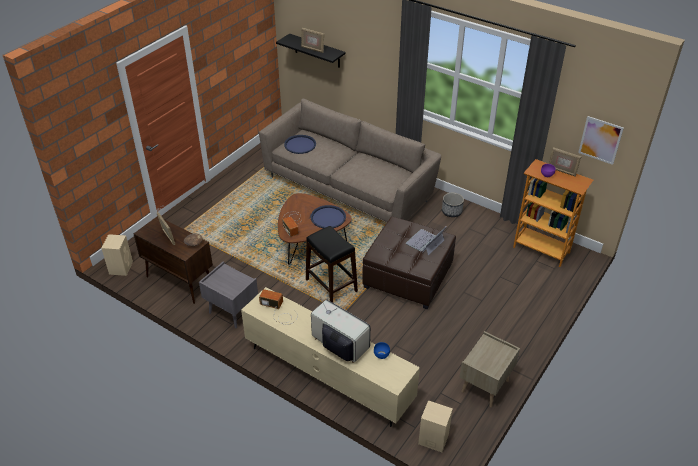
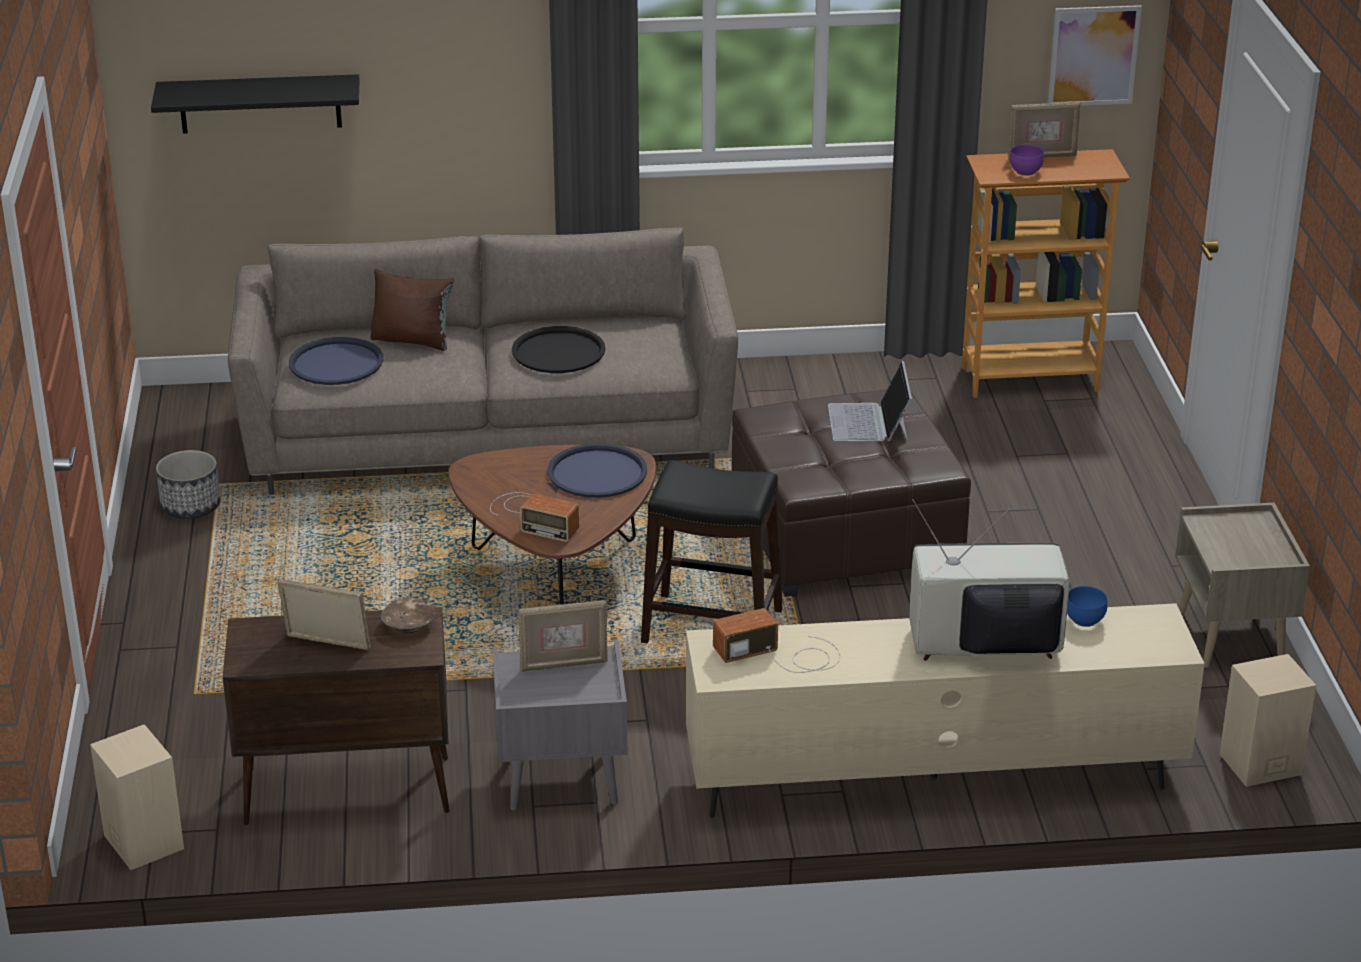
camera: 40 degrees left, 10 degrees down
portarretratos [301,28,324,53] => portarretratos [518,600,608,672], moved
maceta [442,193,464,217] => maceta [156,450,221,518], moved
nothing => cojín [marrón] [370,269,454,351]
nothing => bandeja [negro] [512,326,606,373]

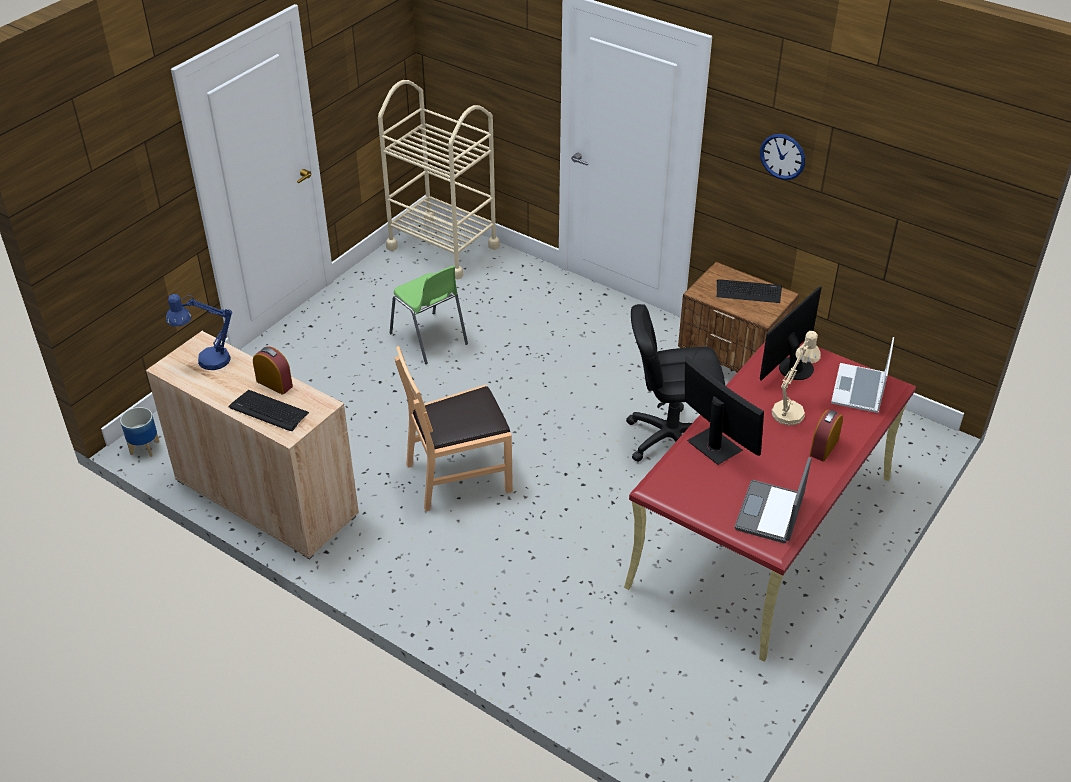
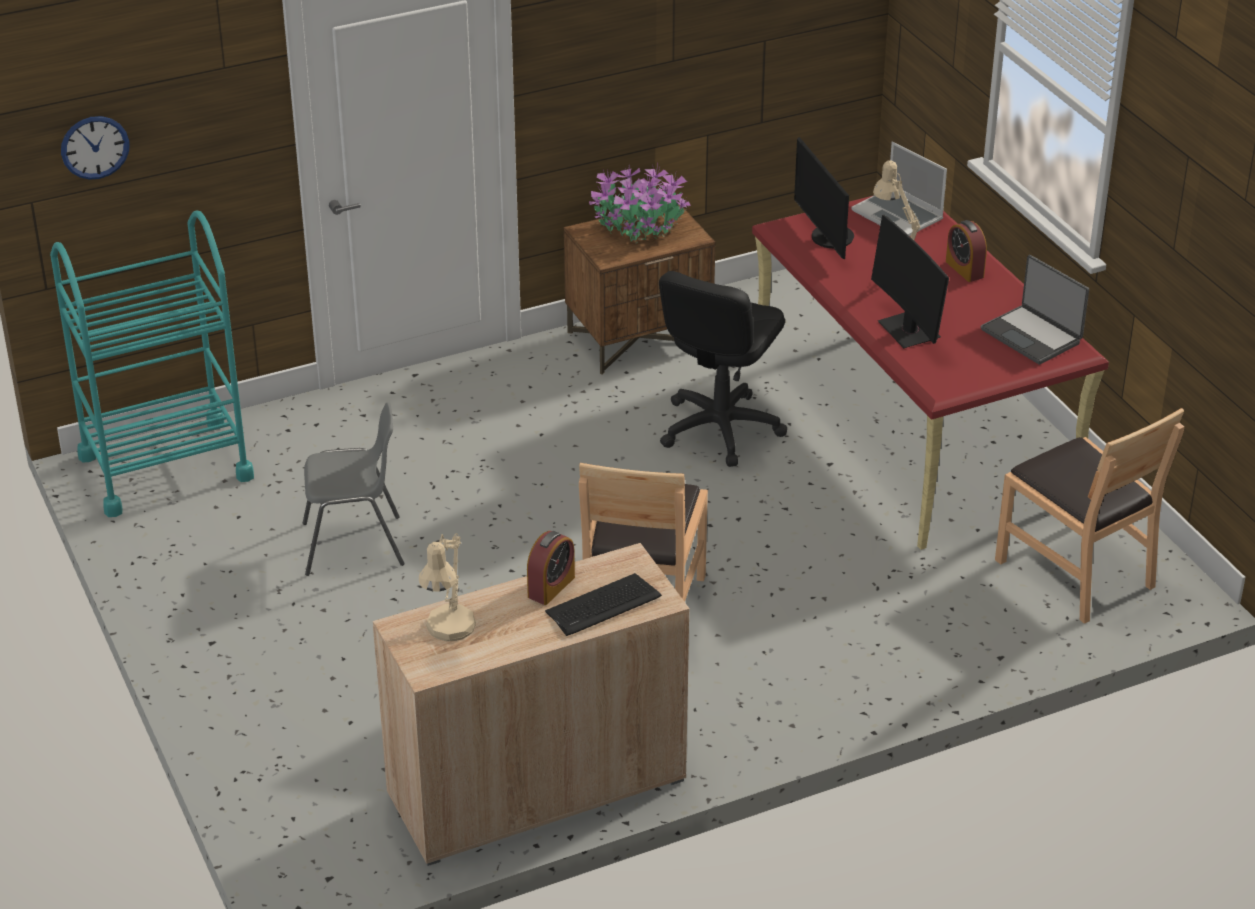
camera: 60 degrees left, 5 degrees down
carrito [beis] [378,80,500,279] => carrito [turquesa] [50,210,254,517]
reloj de pared [760,134,805,180] => reloj de pared [61,116,130,180], moved
silla [verde] [390,266,468,364] => silla [gris] [303,403,405,576]
teclado [717,280,782,303] => planta en maceta [589,164,690,243]
lámpara de mesa [azul] [166,294,232,370] => lámpara de mesa [beis] [419,533,476,641]
despertador [253,346,293,395] => despertador [527,531,575,605], 150 degrees clockwise
monitor [685,356,764,465] => monitor [871,215,949,348], 105 degrees counterclockwise
maceta [120,407,159,457] => nothing
nothing => silla [marrón] [995,408,1184,624]

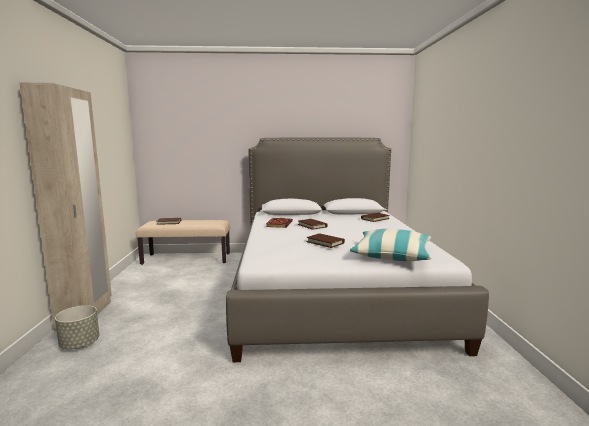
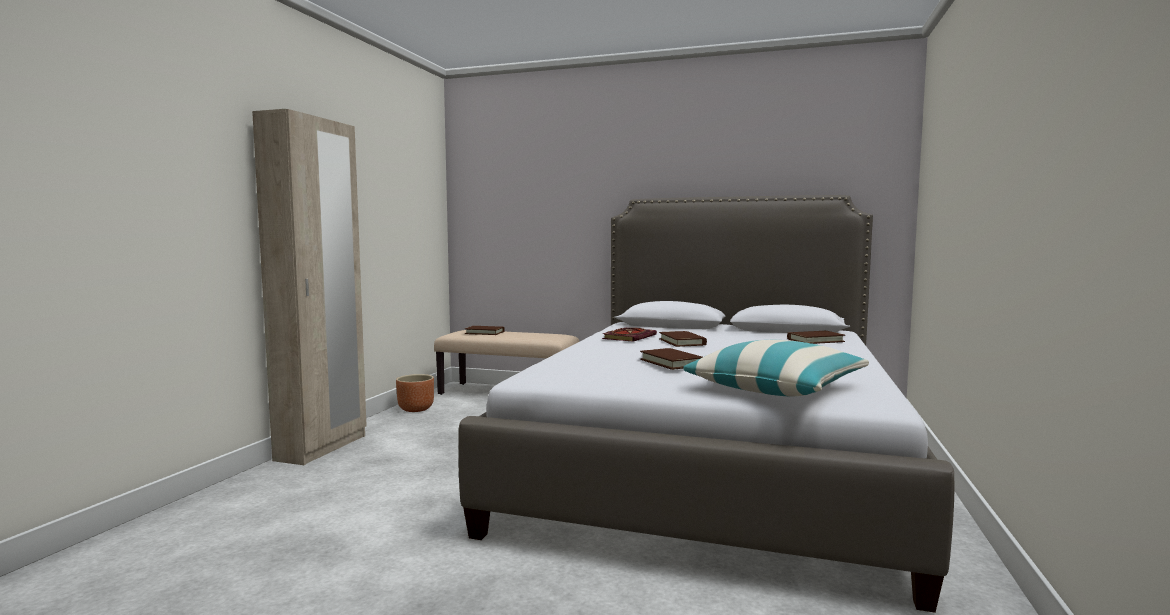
camera: 20 degrees right, 5 degrees down
maceta [gris] [55,305,99,349] => nothing
nothing => maceta [marrón] [396,374,434,412]

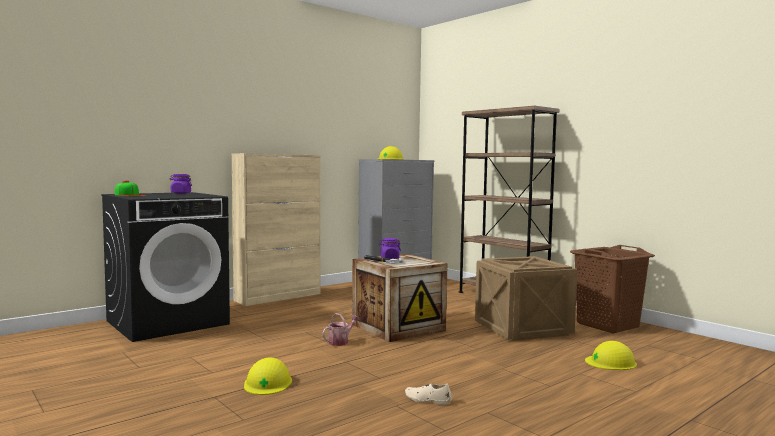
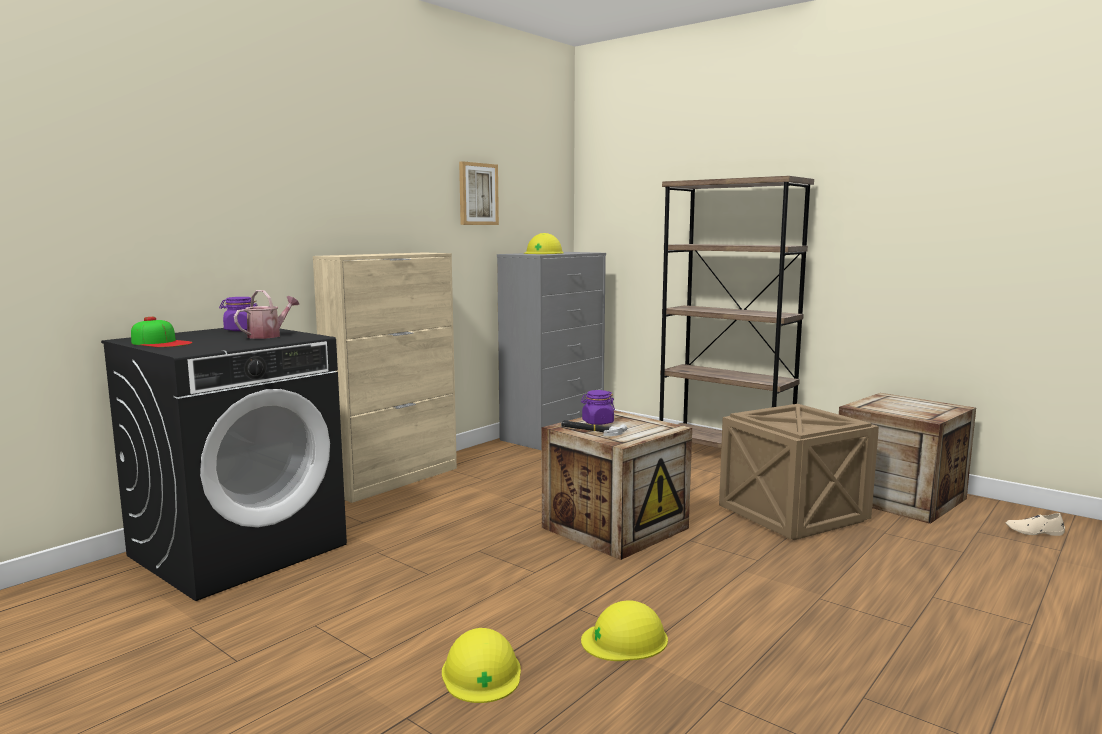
camera: 10 degrees left, 5 degrees up
cesto de la ropa [marrón] [570,245,655,333] => caja de embalaje [839,393,976,524]
regadera [322,313,360,346] => regadera [234,290,299,339], moved
casco [amarillo] [585,341,637,370] => casco [amarillo] [581,600,668,661], moved
zapato [beis] [405,384,452,405] => zapato [beis] [1006,513,1065,536], moved
nothing => cuadro [459,161,499,225]

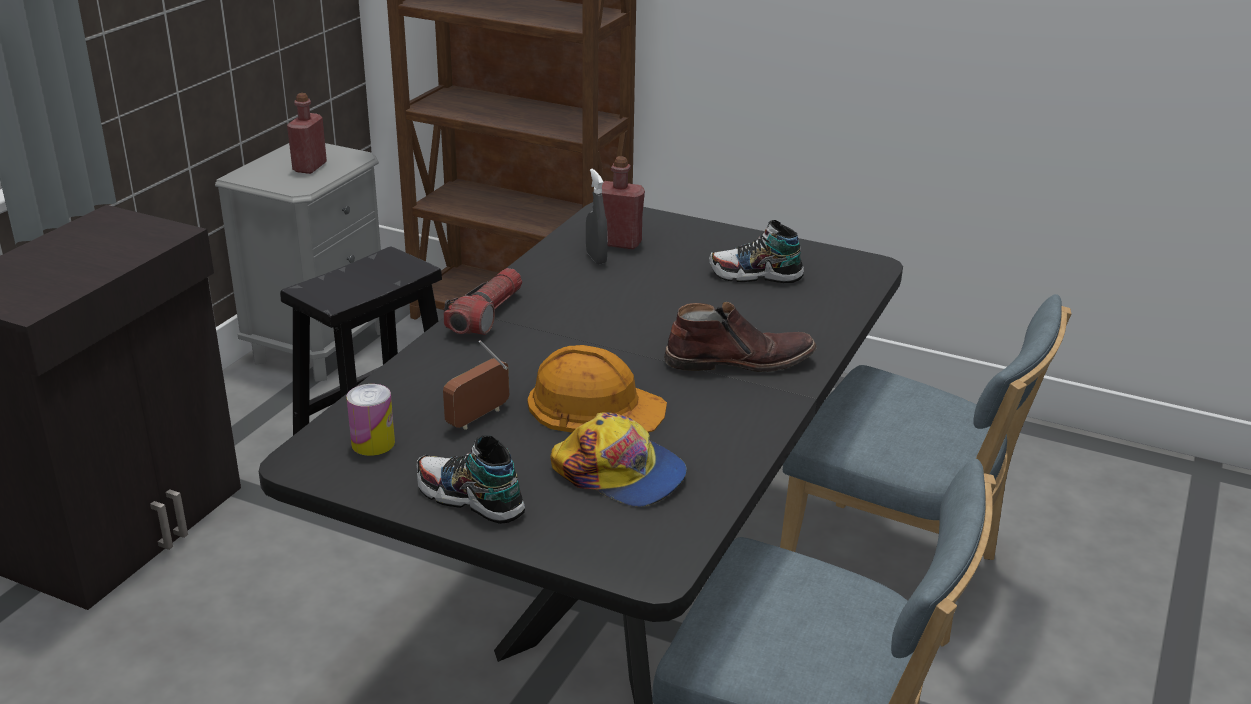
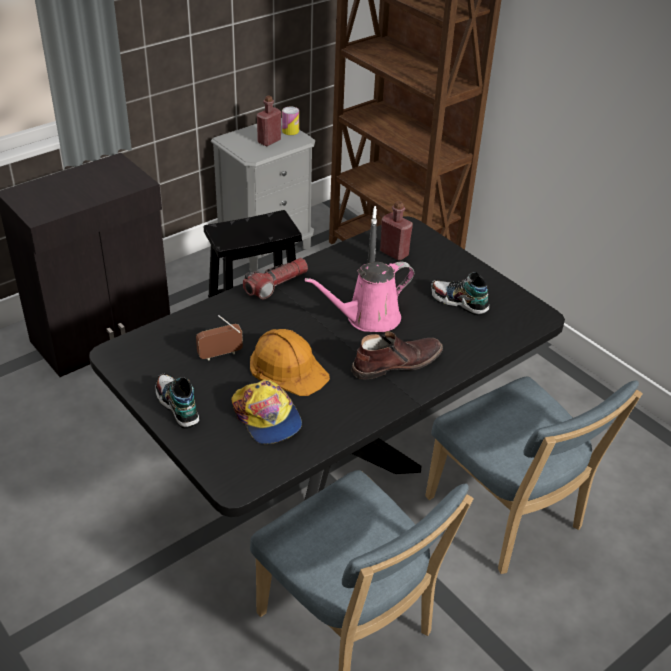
camera: 25 degrees right, 10 degrees up
bota [marrón] [664,302,817,372] => bota [marrón] [351,331,443,379], 45 degrees counterclockwise
lata [346,384,395,456] => lata [282,107,299,135], moved
nothing => regadera [rosa] [305,262,414,332]

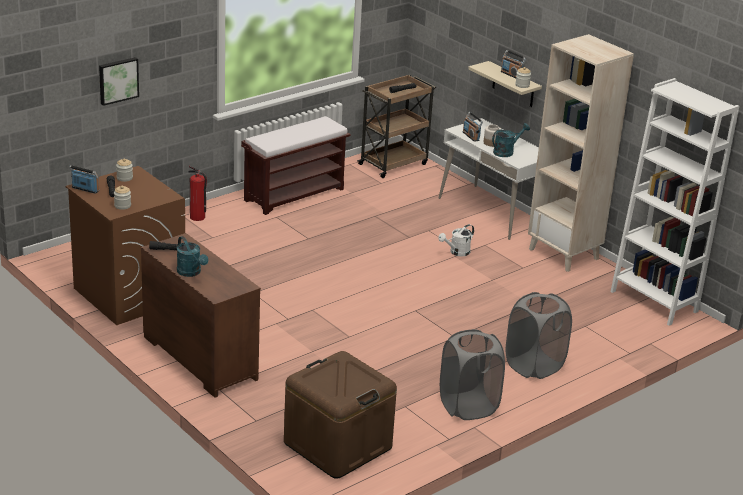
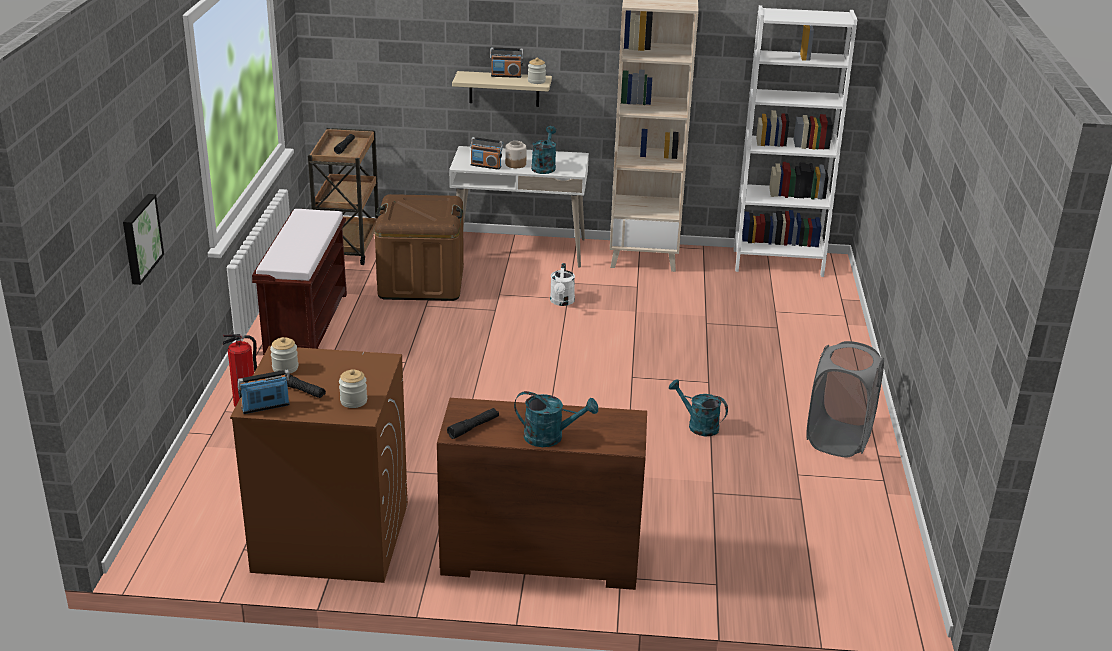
camera: 45 degrees left, 0 degrees up
cesto de la ropa [gris] [506,292,572,379] => nothing
caja de almacenaje [marrón] [284,351,397,479] => caja de almacenaje [marrón] [375,194,464,301], moved
nothing => regadera [turquesa] [669,379,728,436]

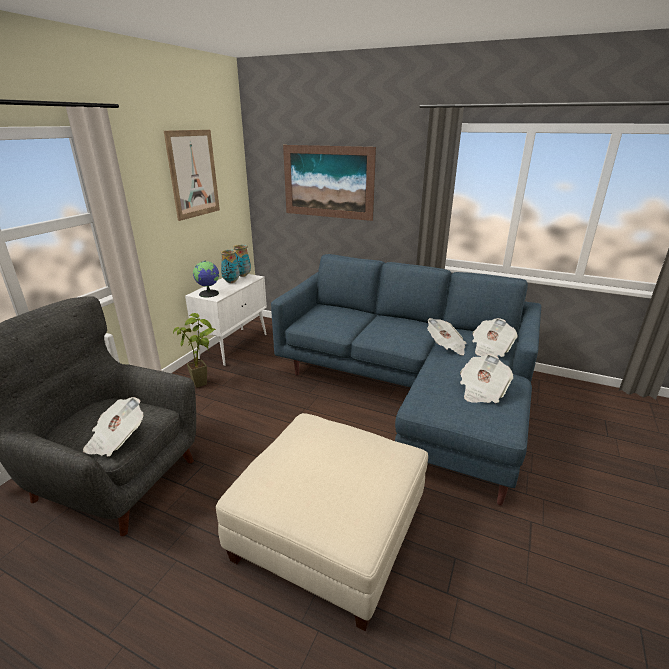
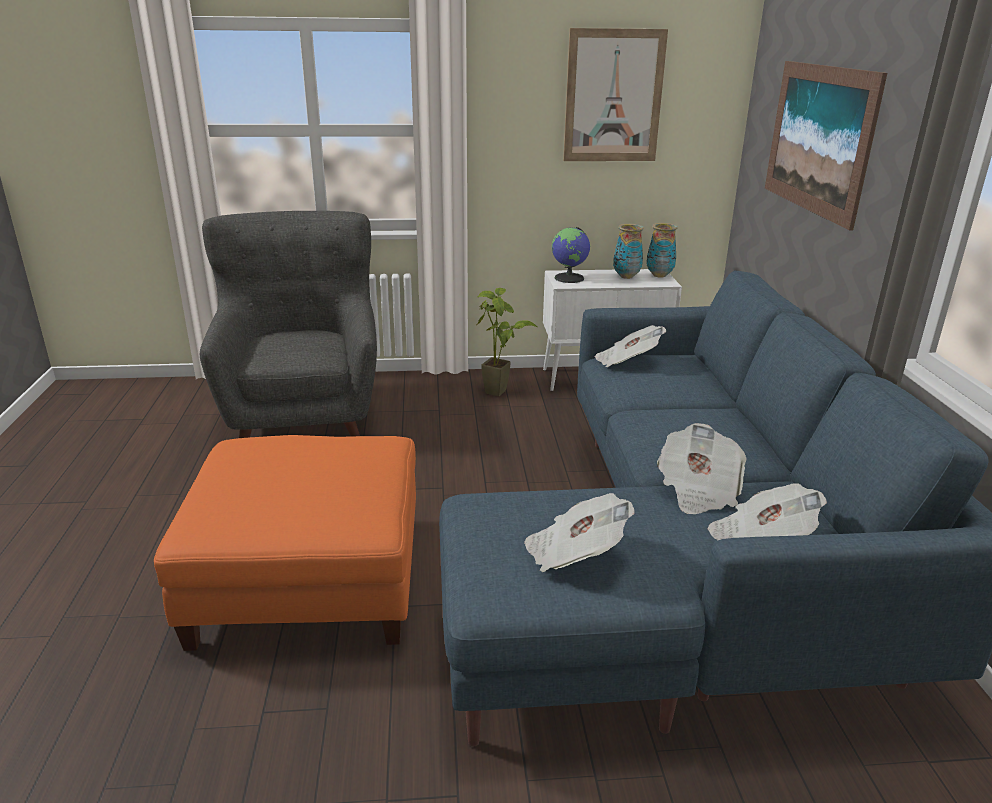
camera: 60 degrees right, 0 degrees up
periódico [83,397,143,457] => periódico [595,325,666,367], moved
puf [beis] [216,413,428,632] => puf [naranja] [154,435,416,651]

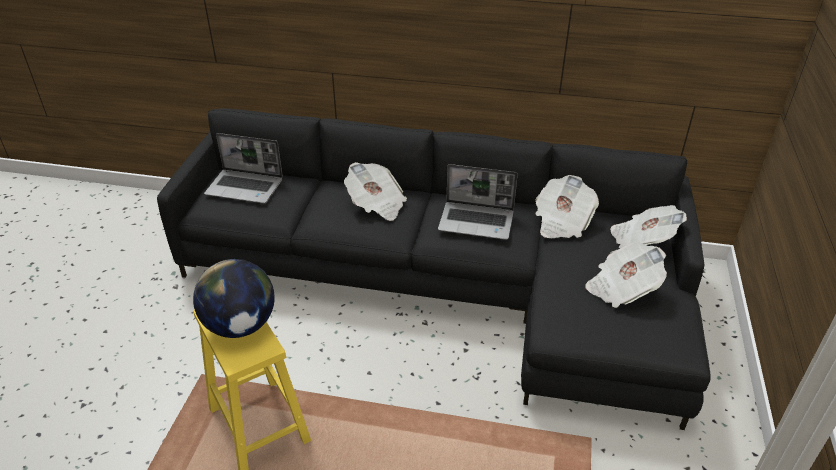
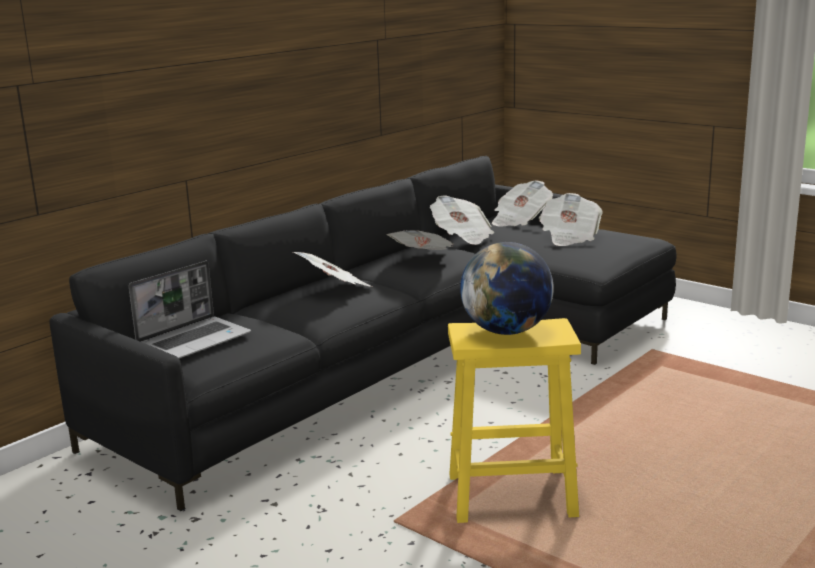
camera: 60 degrees left, 20 degrees down
portátil [438,164,518,240] => periódico [386,230,453,250]

